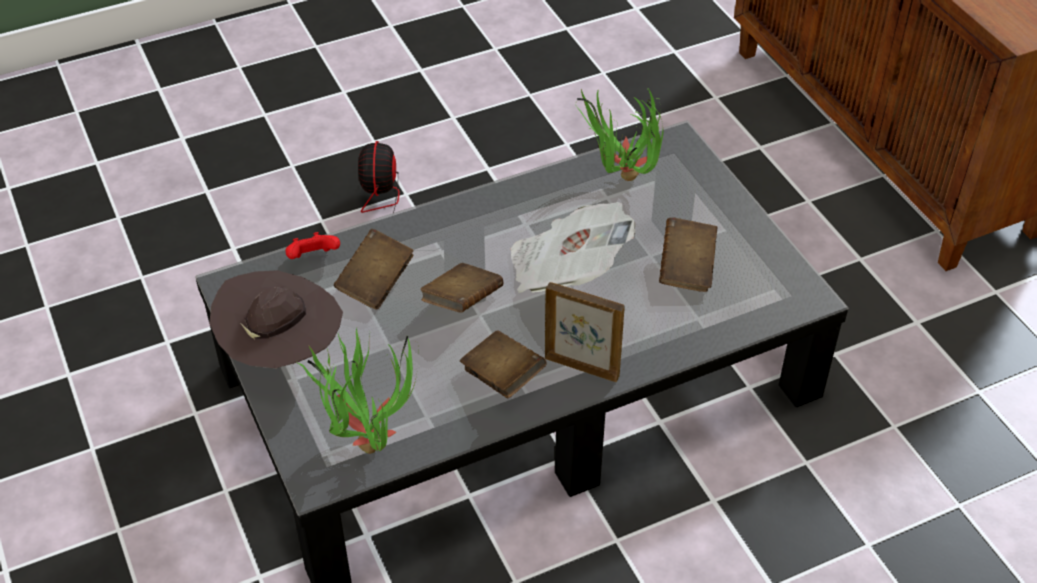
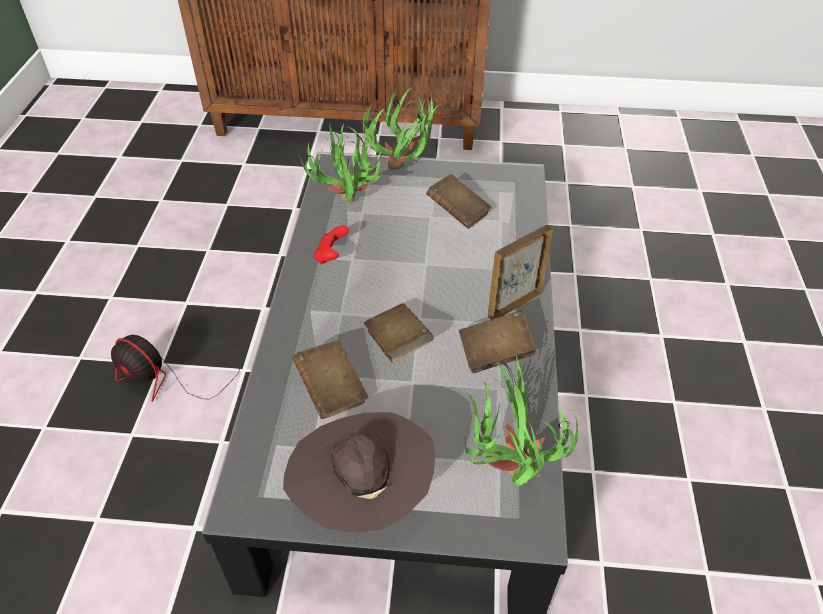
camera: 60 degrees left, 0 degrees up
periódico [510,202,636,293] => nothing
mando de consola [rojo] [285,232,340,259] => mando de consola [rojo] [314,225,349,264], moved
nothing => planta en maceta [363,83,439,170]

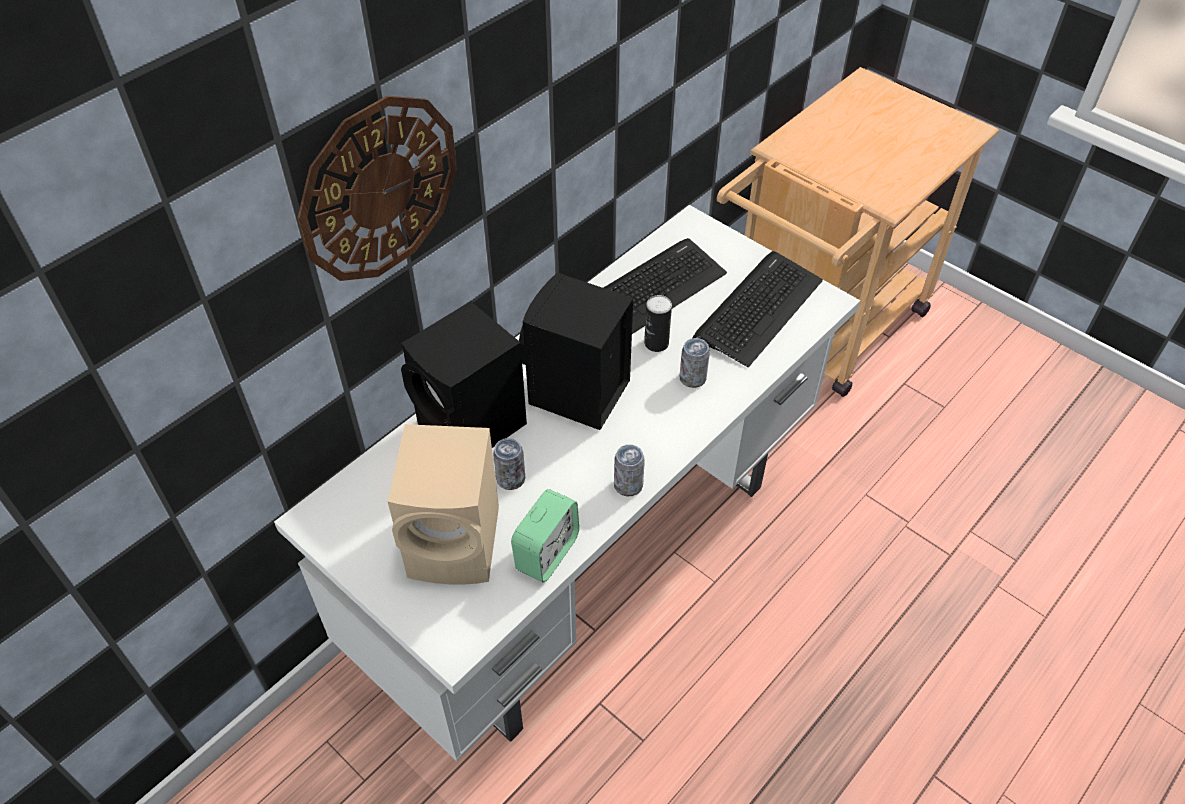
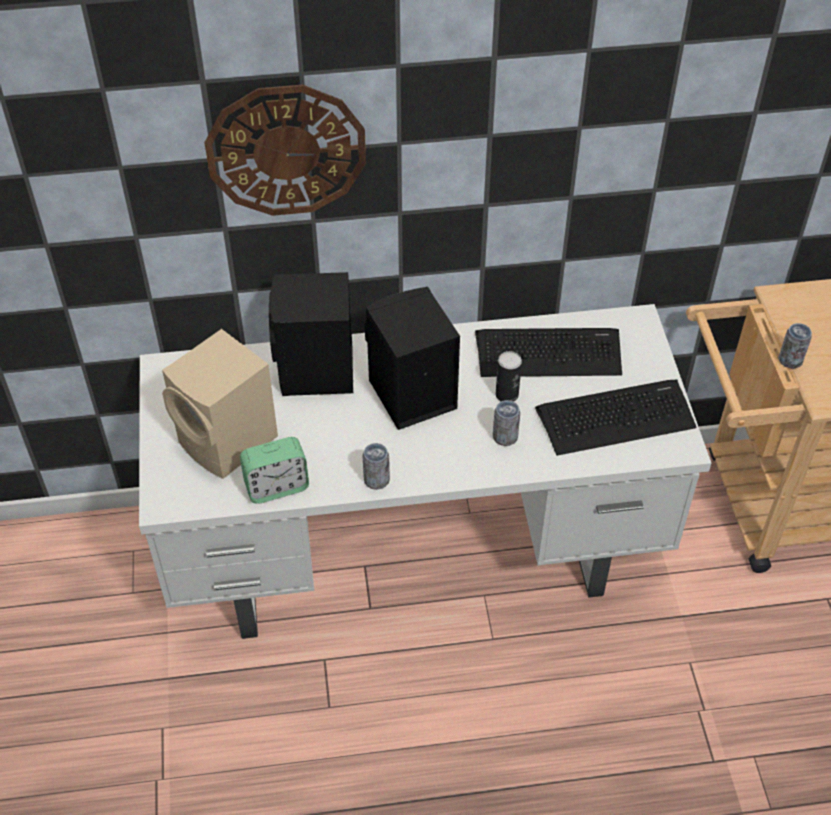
camera: 40 degrees right, 0 degrees up
lata [493,438,525,490] => lata [778,323,812,368], moved

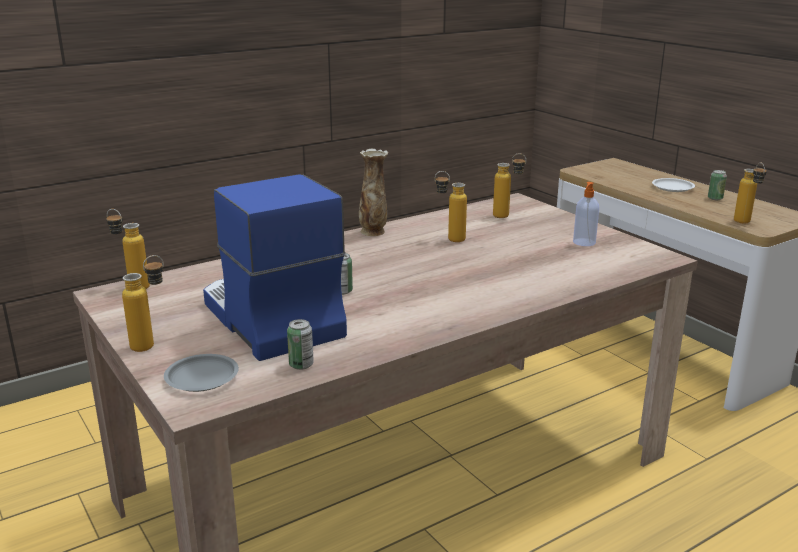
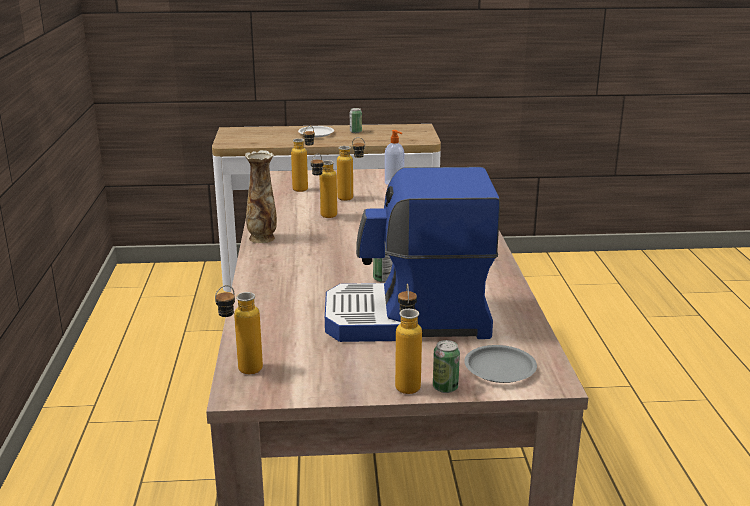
camera: 60 degrees left, 0 degrees up
botella [734,162,767,223] => botella [337,137,365,201], moved
lata [287,319,314,370] => lata [433,340,460,393], moved

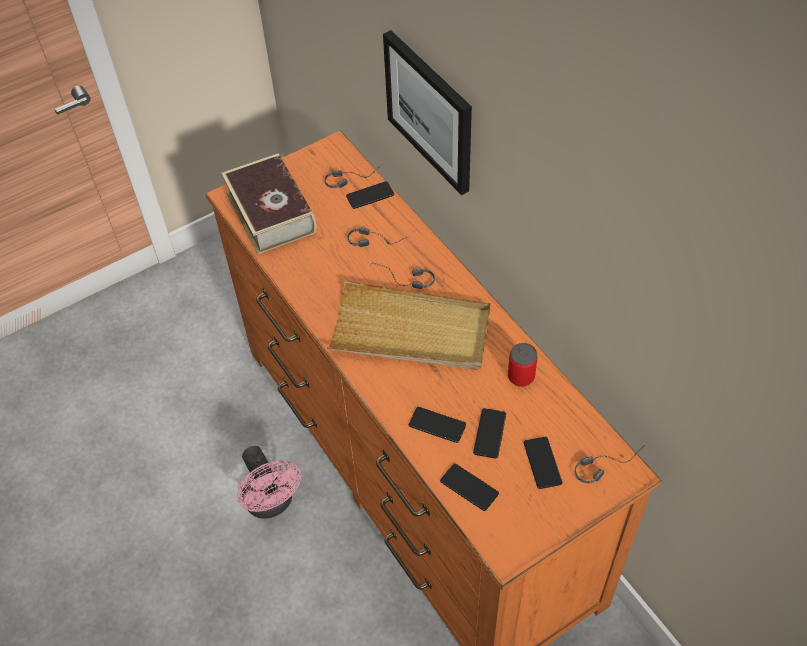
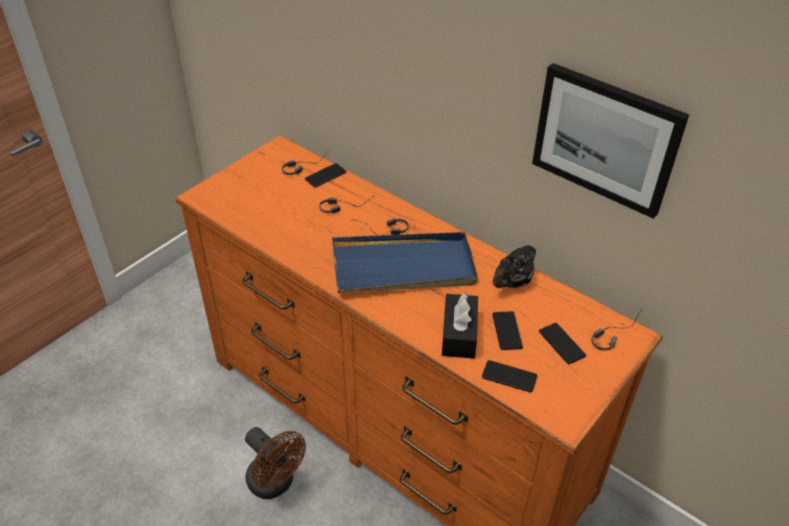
camera: 20 degrees left, 10 degrees down
cuadro [383,30,472,195] => cuadro [532,63,689,219], moved
libro [221,153,316,254] => nothing
bandeja [beis] [327,280,490,370] => bandeja [azul] [332,232,478,293]
lata [508,343,537,387] => tetera [negro] [493,245,536,288]
móvil [409,407,466,443] => caja de pañuelos [negro] [442,293,478,359]
ventilador [rosa] [237,446,301,519] => ventilador [marrón] [245,427,306,499]

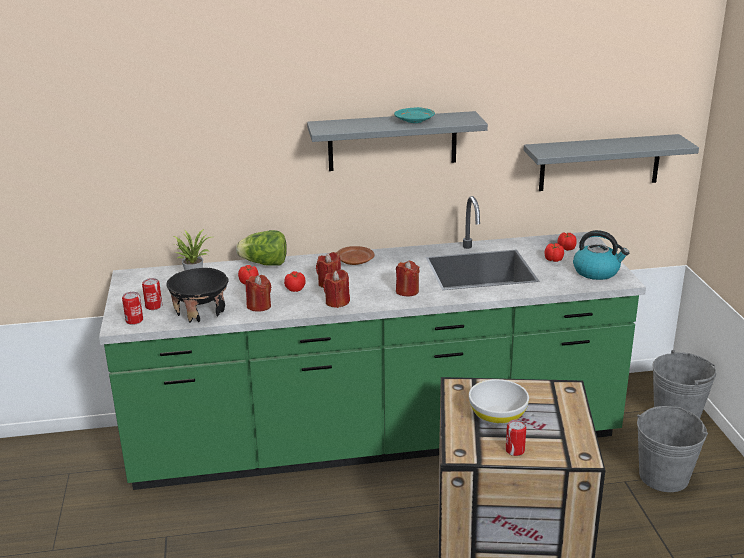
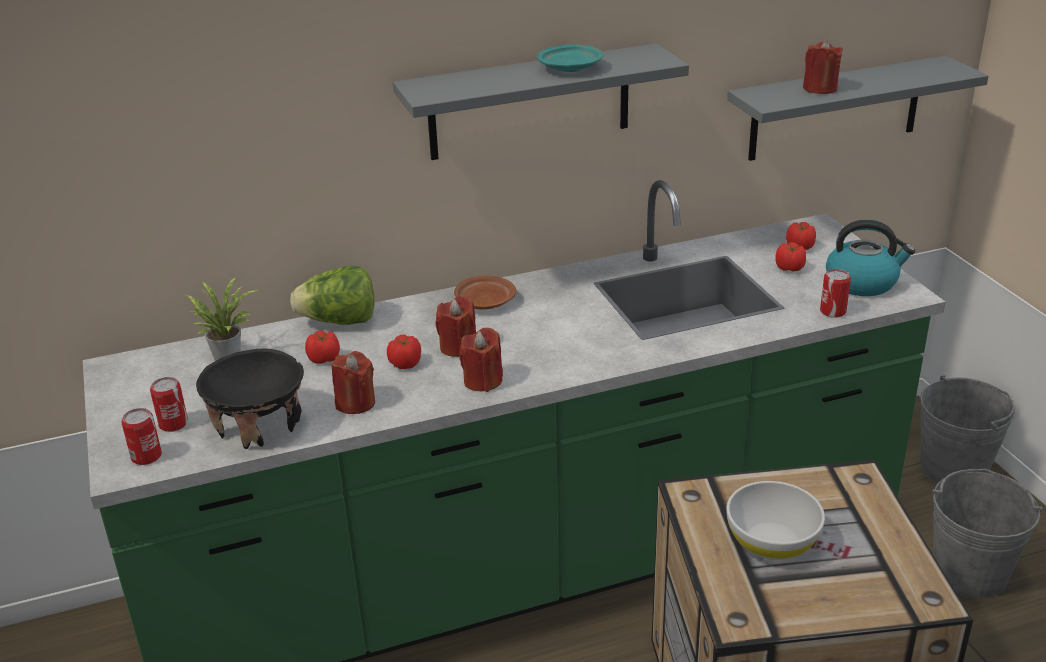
camera: 10 degrees left, 5 degrees up
vela [rojo] [396,261,420,296] => vela [rojo] [803,40,843,94], moved
lata [506,420,527,456] => lata [820,269,851,318], moved

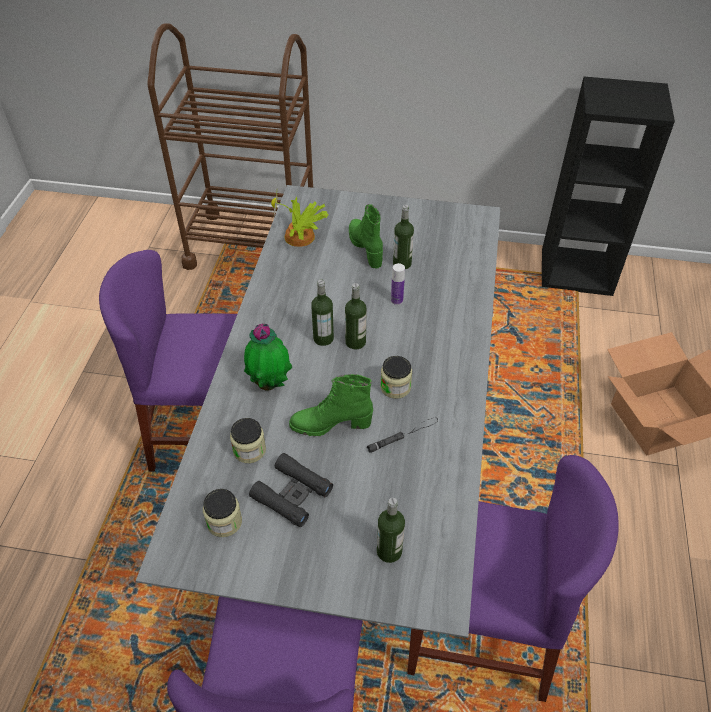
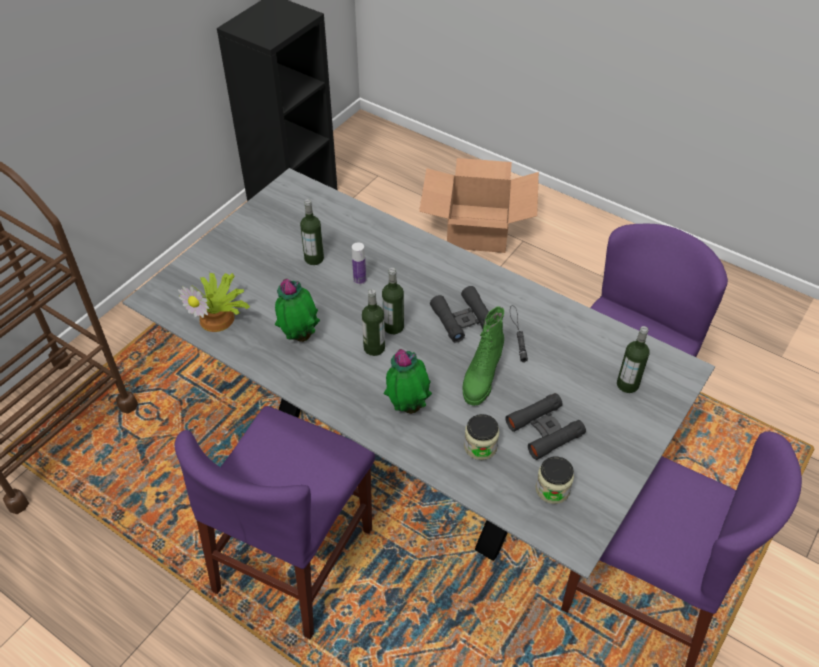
camera: 65 degrees left, 0 degrees up
bota [verde] [349,204,383,268] => nothing
tarro [380,356,412,399] => prismáticos [negro] [430,286,489,343]
nothing => planta en maceta [275,279,320,342]

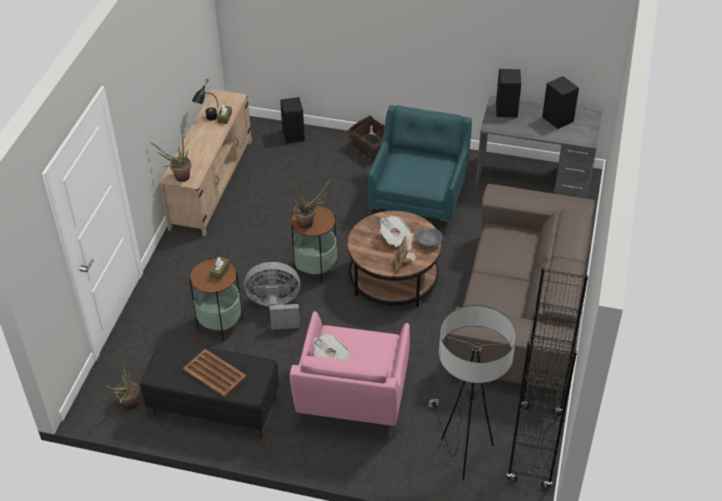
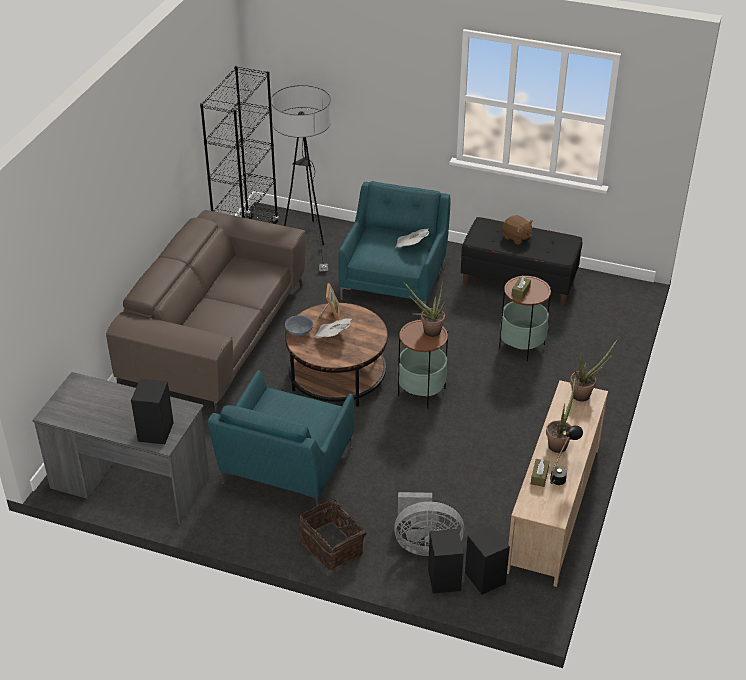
camera: 175 degrees left, 5 degrees down
altavoz [negro] [542,76,579,129] => altavoz [negro] [465,525,510,595], moved
ventilador [gris] [244,262,300,330] => ventilador [gris] [394,492,464,556], moved
sillón [rosa] [290,311,410,436] => sillón [turquesa] [338,181,451,309]
bandeja [marrón] [183,349,247,398] => peluche [marrón] [502,215,533,245]
planta en maceta [106,360,139,409] => planta en maceta [546,375,576,453], moved

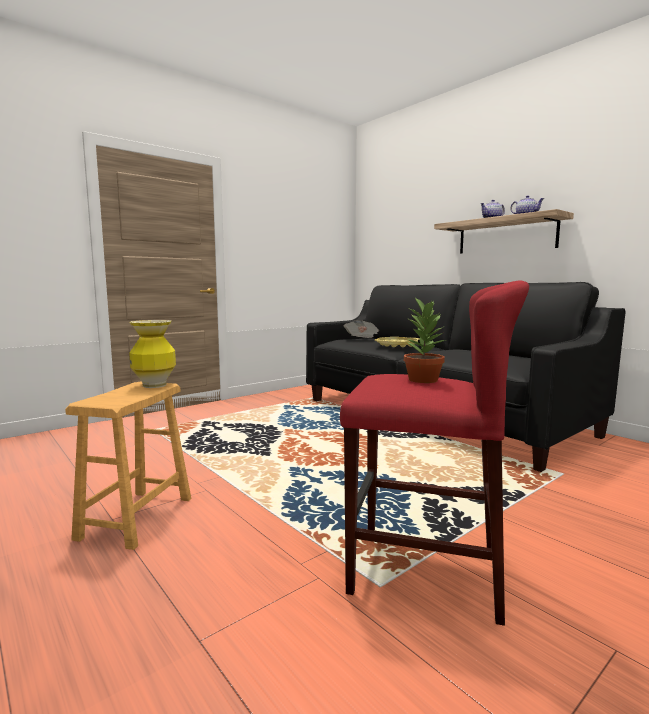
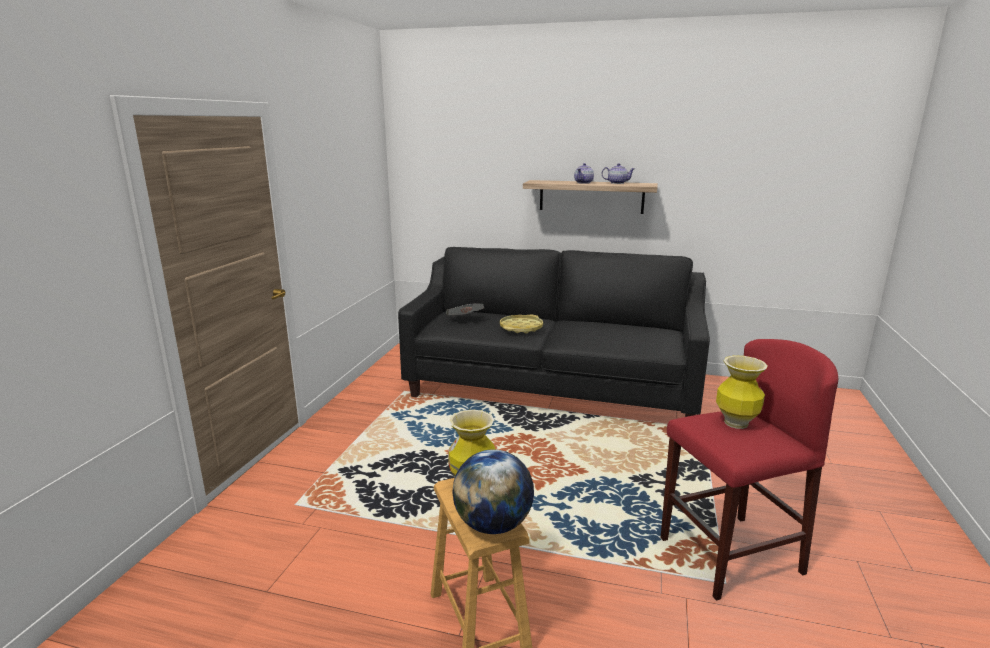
camera: 35 degrees left, 10 degrees up
planta en maceta [404,297,446,383] => florero [716,356,768,429]
nothing => globo terráqueo [452,449,534,534]

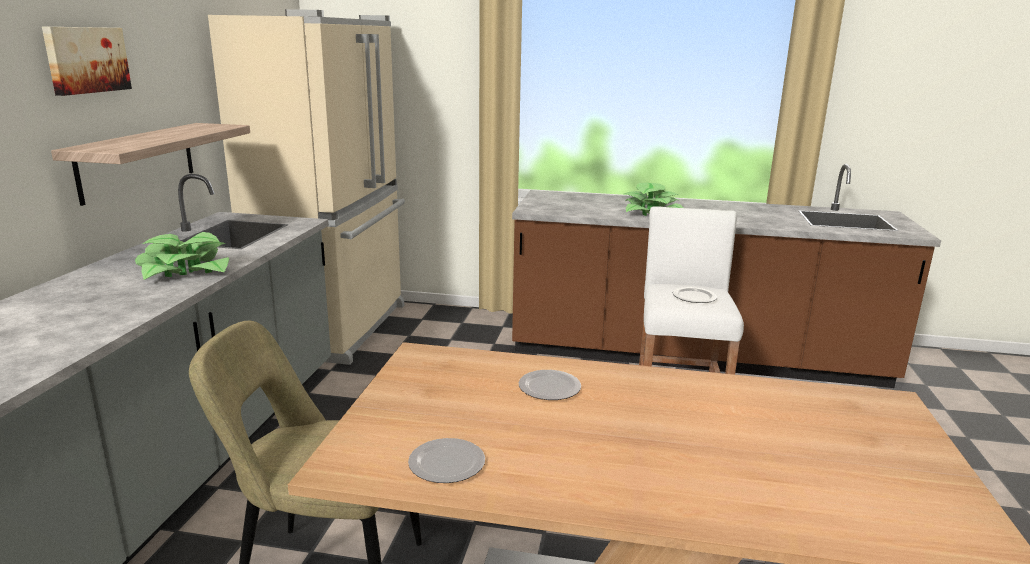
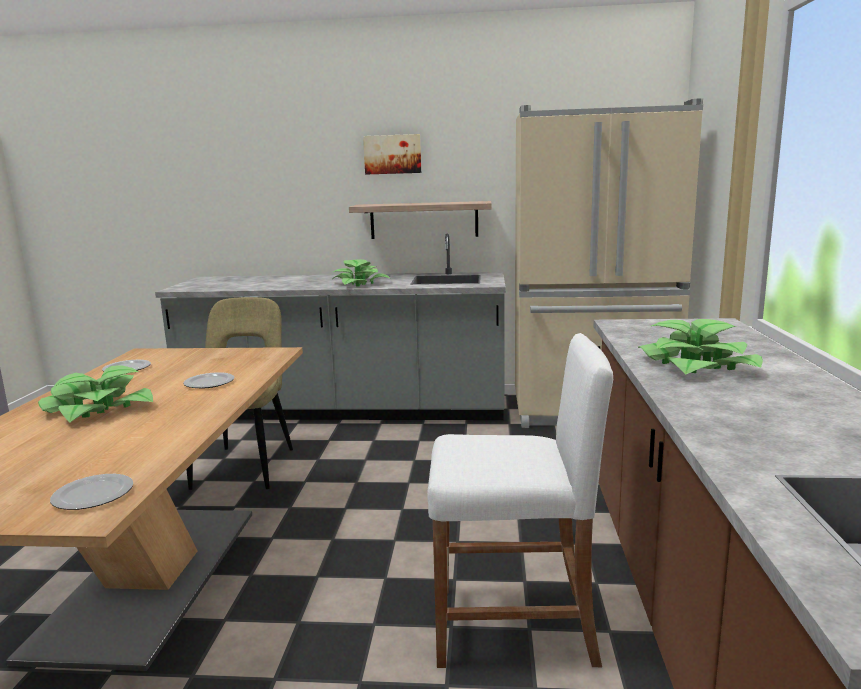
camera: 85 degrees right, 5 degrees down
plato [673,287,717,303] => plato [50,474,133,510], moved
nothing => planta en maceta [38,365,153,423]

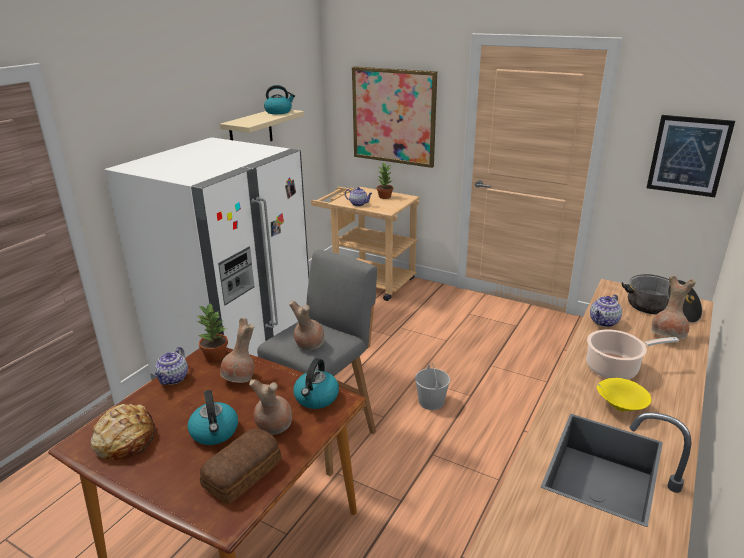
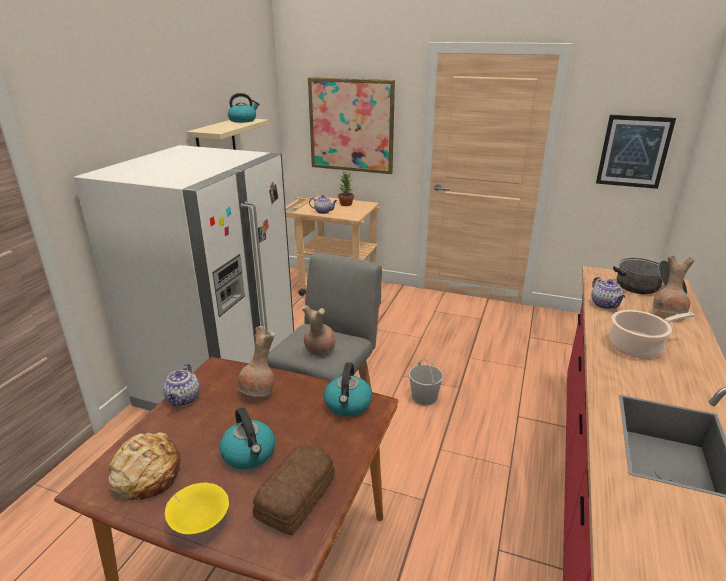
camera: 10 degrees left, 0 degrees up
tetera [590,294,622,327] => tetera [591,277,625,309], 45 degrees counterclockwise
planta en maceta [197,303,228,361] => nothing
cuenco [amarillo] [597,378,651,411] => cuenco [amarillo] [165,483,229,535], moved
florero [marrón] [249,379,292,435] => nothing

